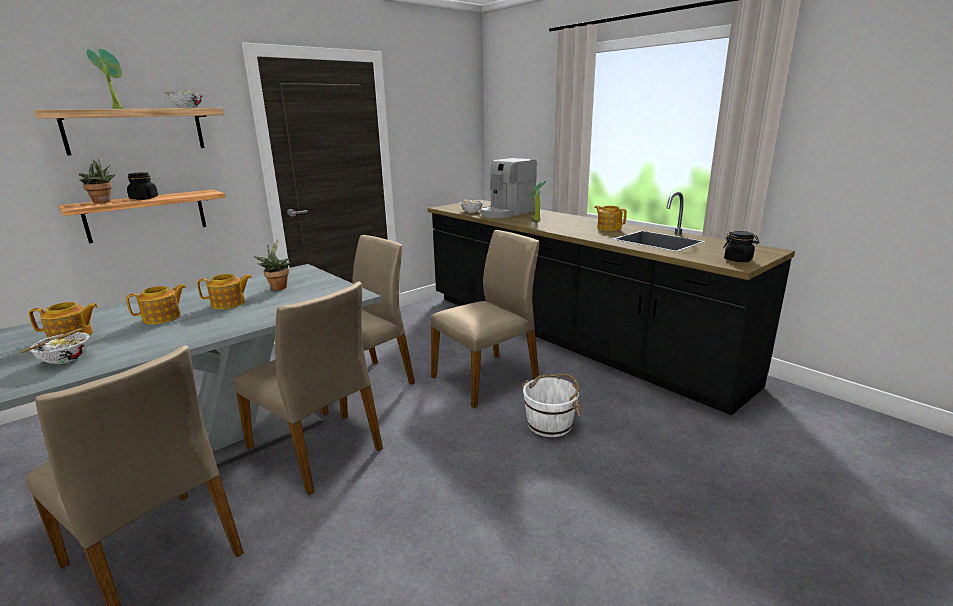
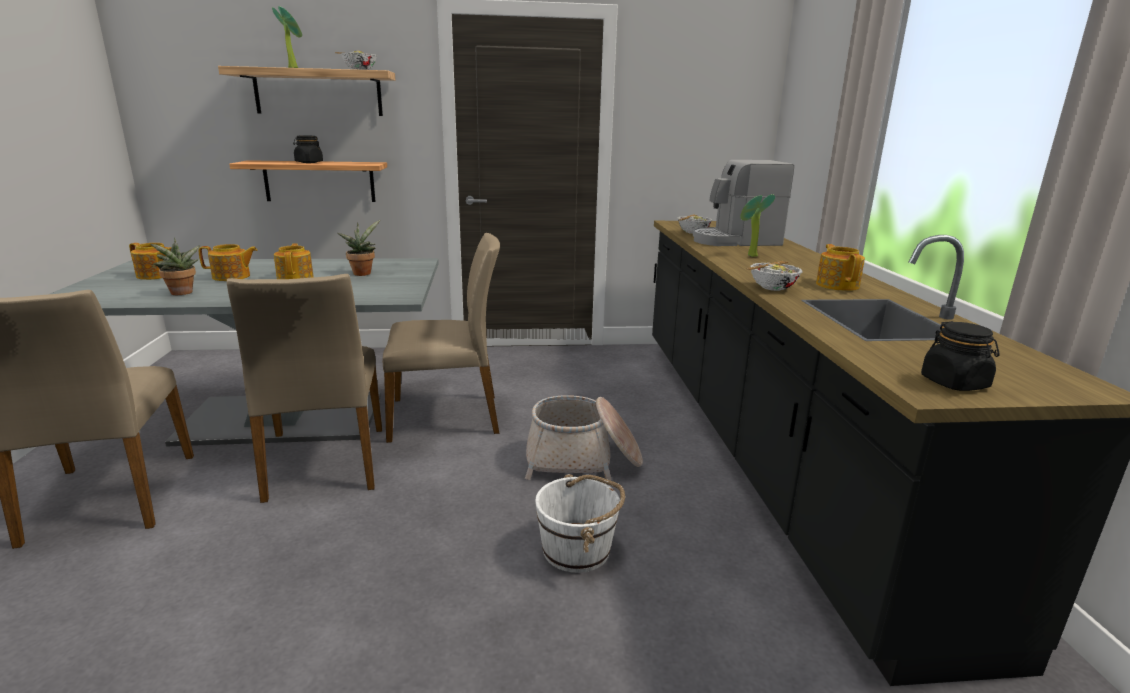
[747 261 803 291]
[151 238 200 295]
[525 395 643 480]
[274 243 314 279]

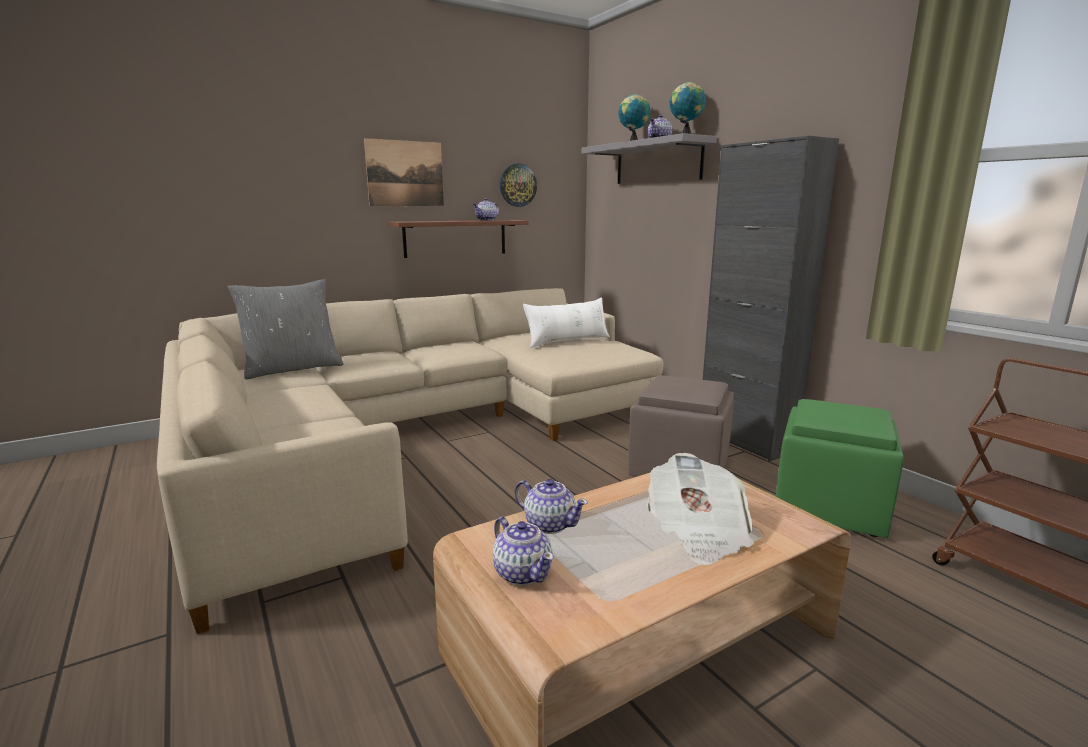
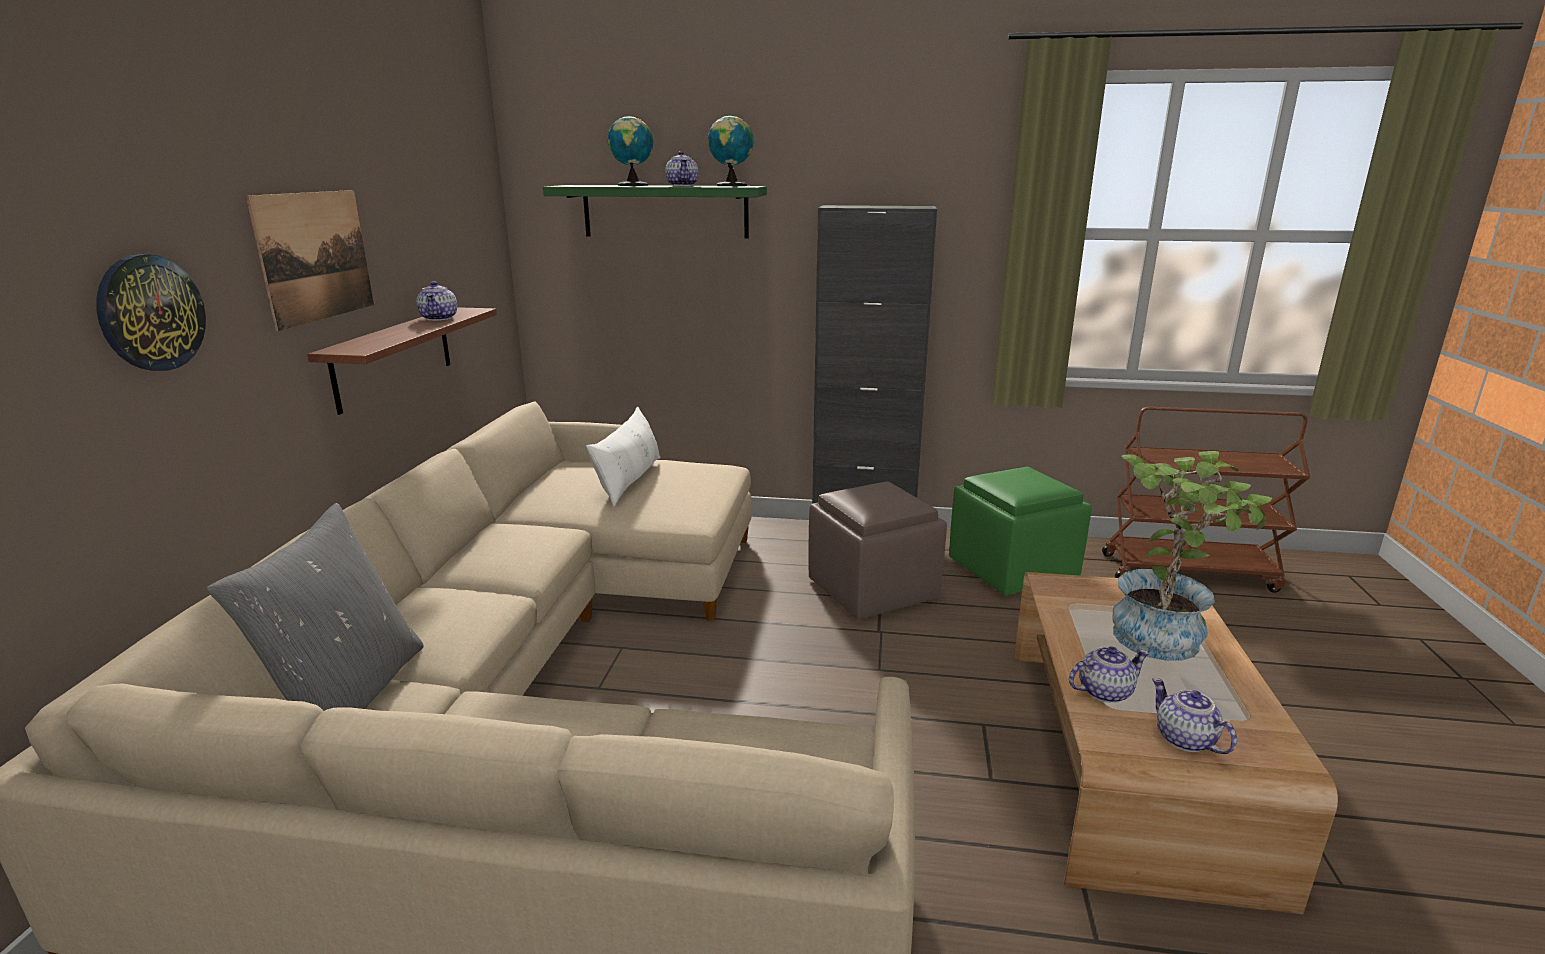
[96 254 206 371]
[1113 451 1272 661]
[543 185 767 239]
[1152 678 1237 754]

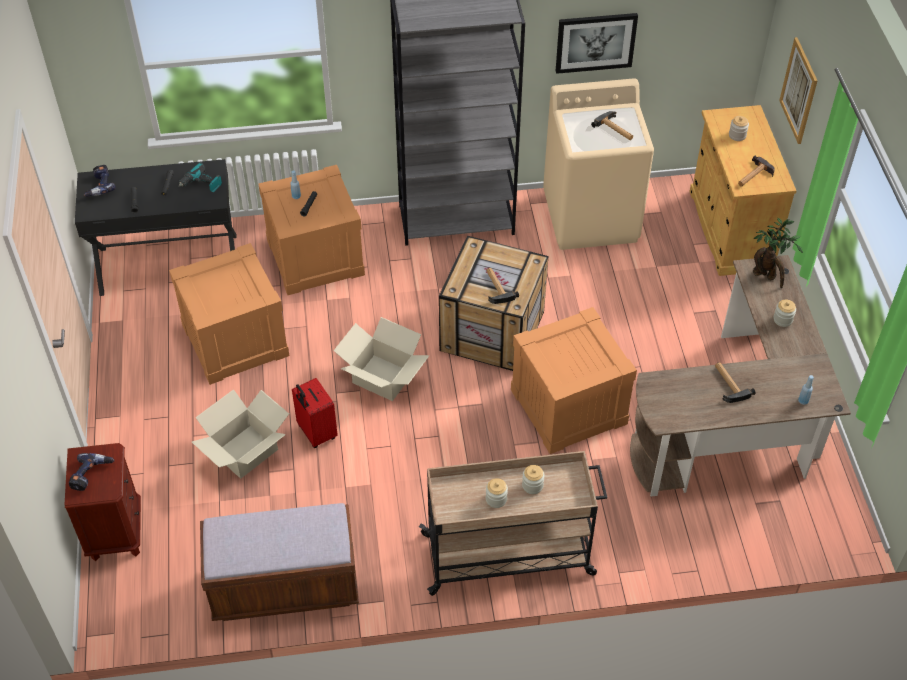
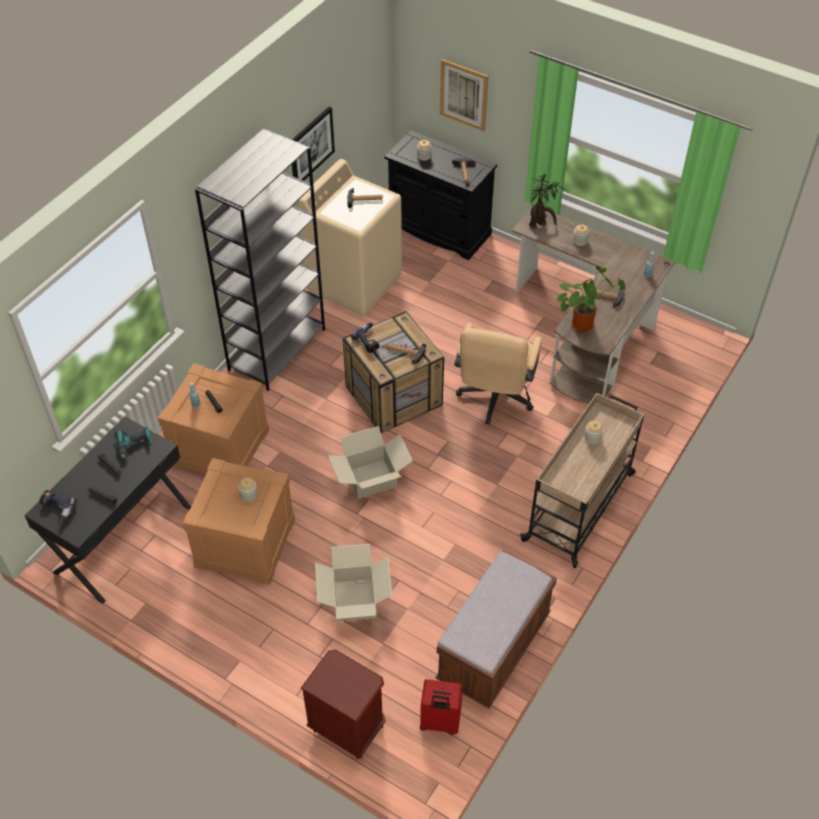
[556 265 626 332]
[351 323 379 353]
[420 679 463 735]
[238 477 258 502]
[454 323 542 425]
[384 131 497 260]

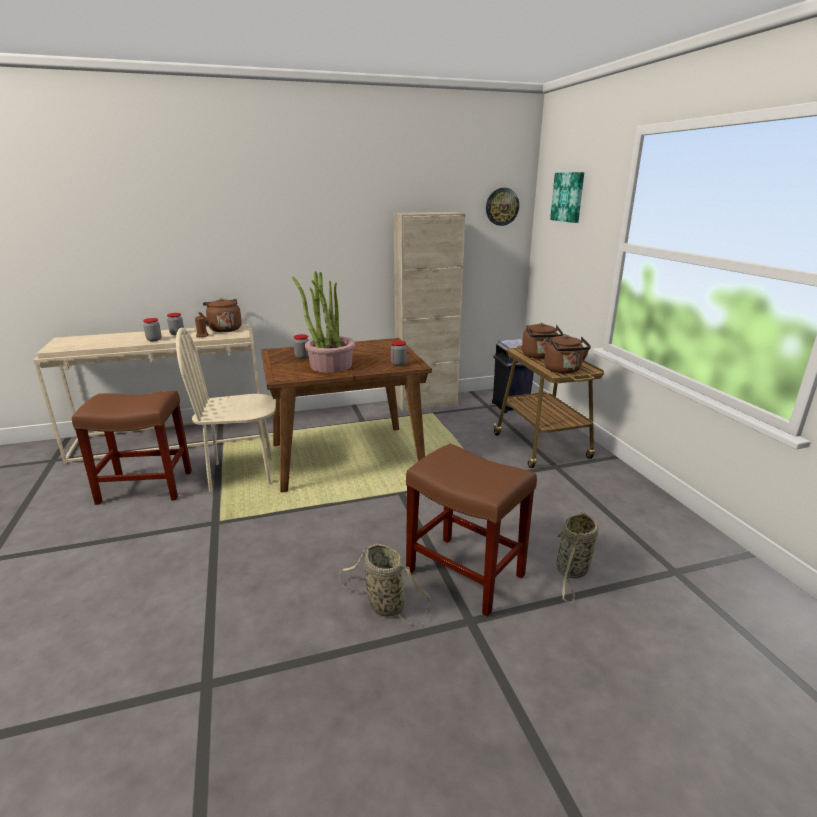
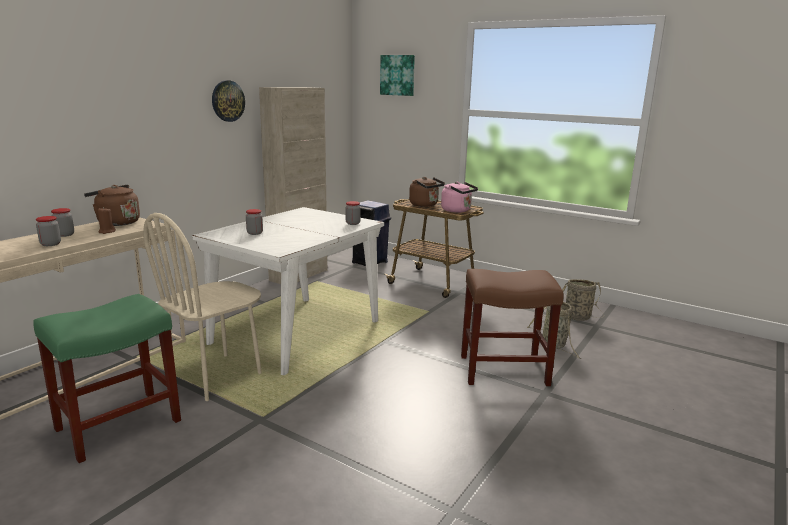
[292 271 356 373] (first image)
[543 279 604 321]
[212 80 245 122]
[33 294 181 463]
[192 207 384 375]
[441 182 478 213]

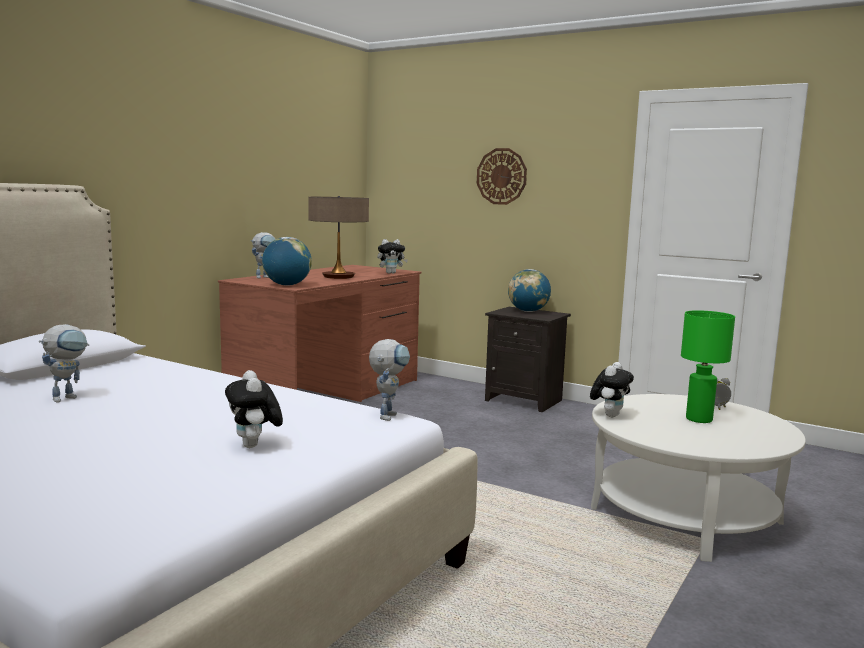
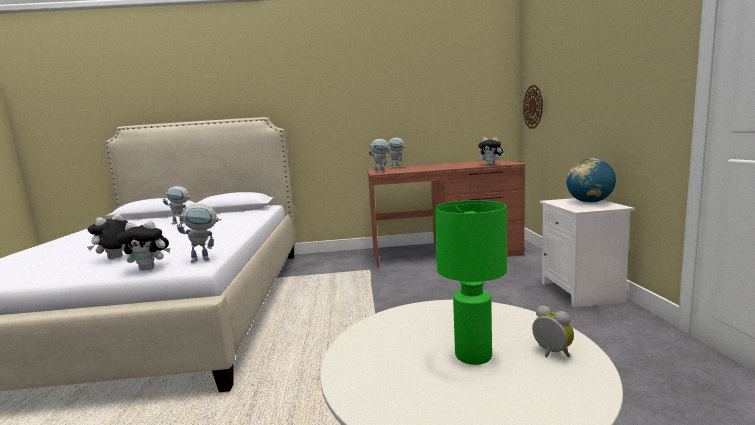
[308 196 369 279] (first image)
[523 85 543 129]
[117 221 170 271]
[368 139 391 173]
[540 198 635 307]

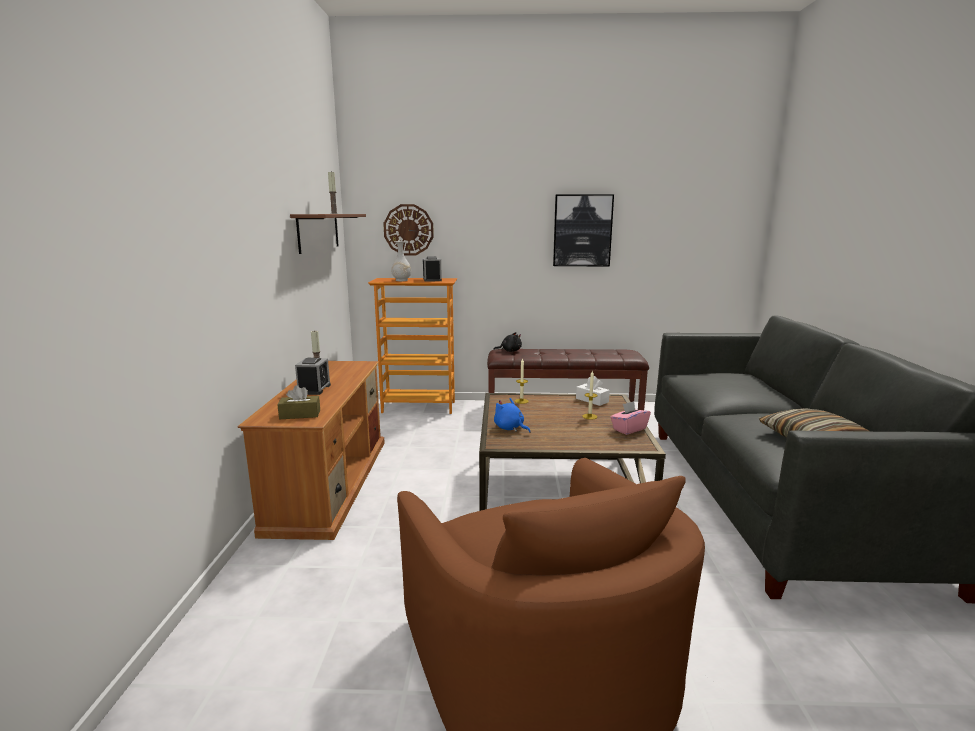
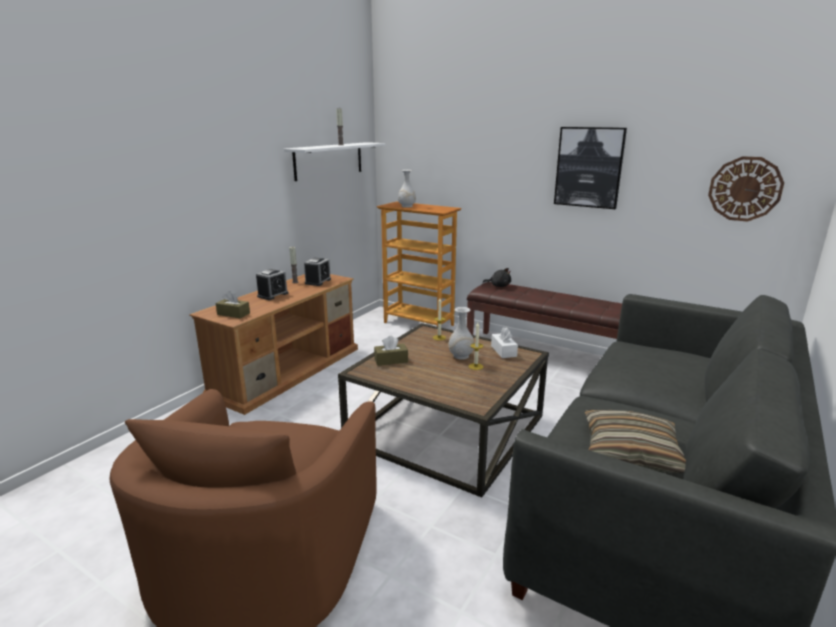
[610 401 651 435] (first image)
[449 307 474 360]
[708 156 784 222]
[304 258 331 286]
[374 336 408 366]
[283 142 386 181]

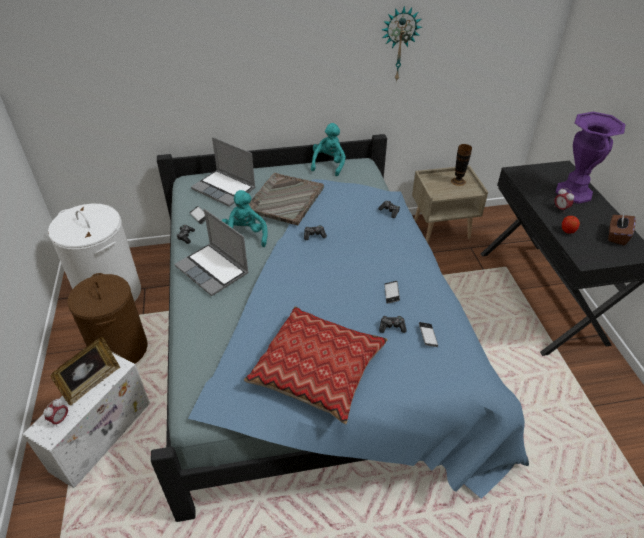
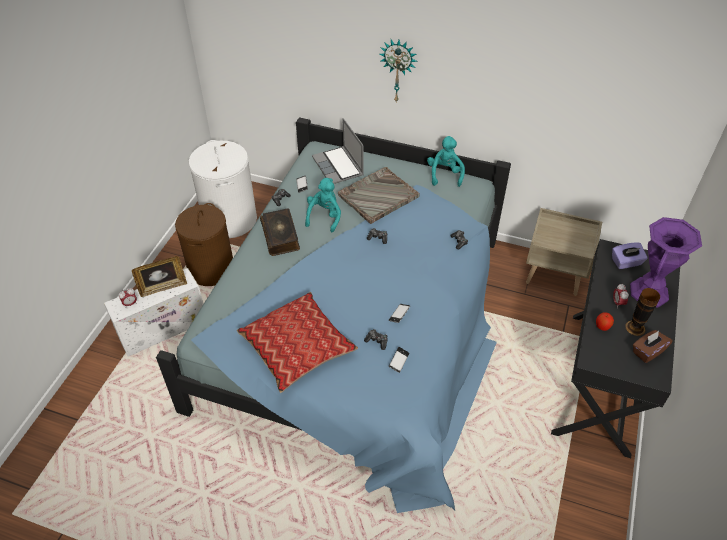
[612 242 648 269]
[379 40 418 102]
[625 288 660 336]
[260 208 300 256]
[427 136 465 187]

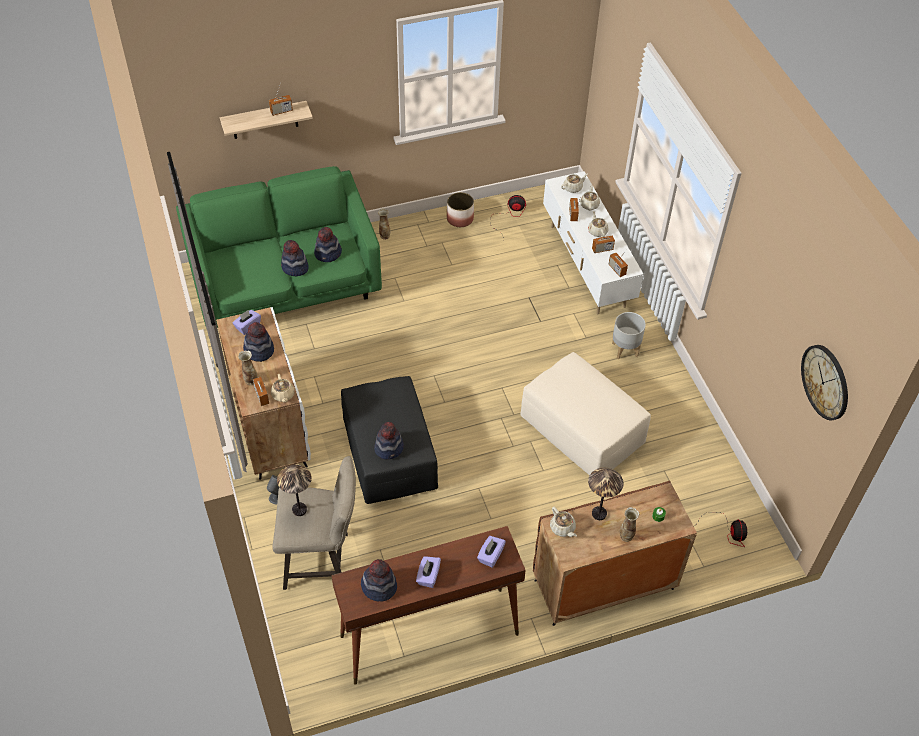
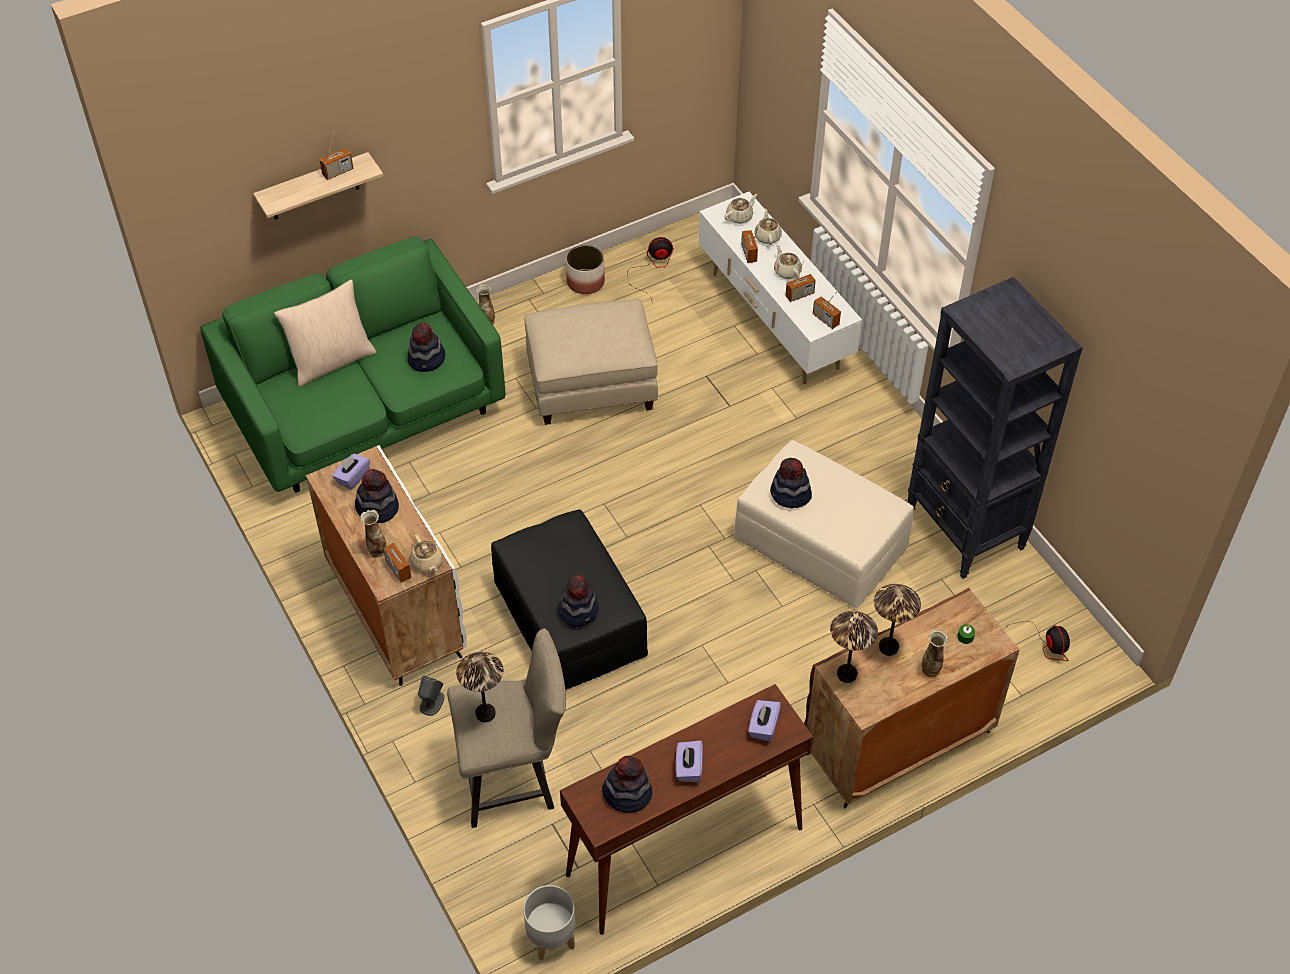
[801 345 848 420] (first image)
[274 279 376 387]
[524 300 658 425]
[908 277 1083 579]
[770 458 812 508]
[523 885 576 960]
[830 611 878 683]

